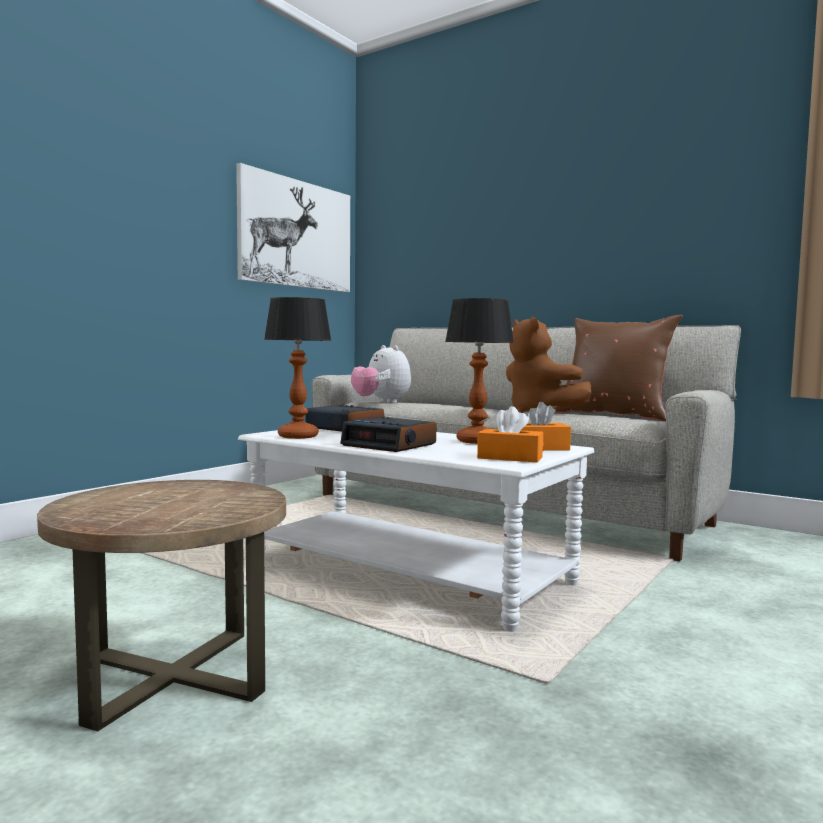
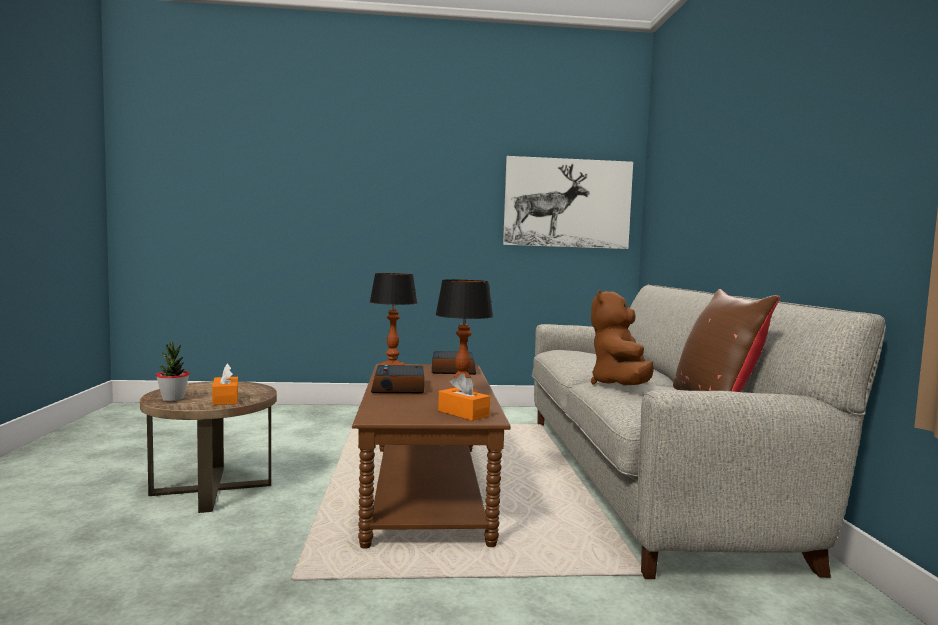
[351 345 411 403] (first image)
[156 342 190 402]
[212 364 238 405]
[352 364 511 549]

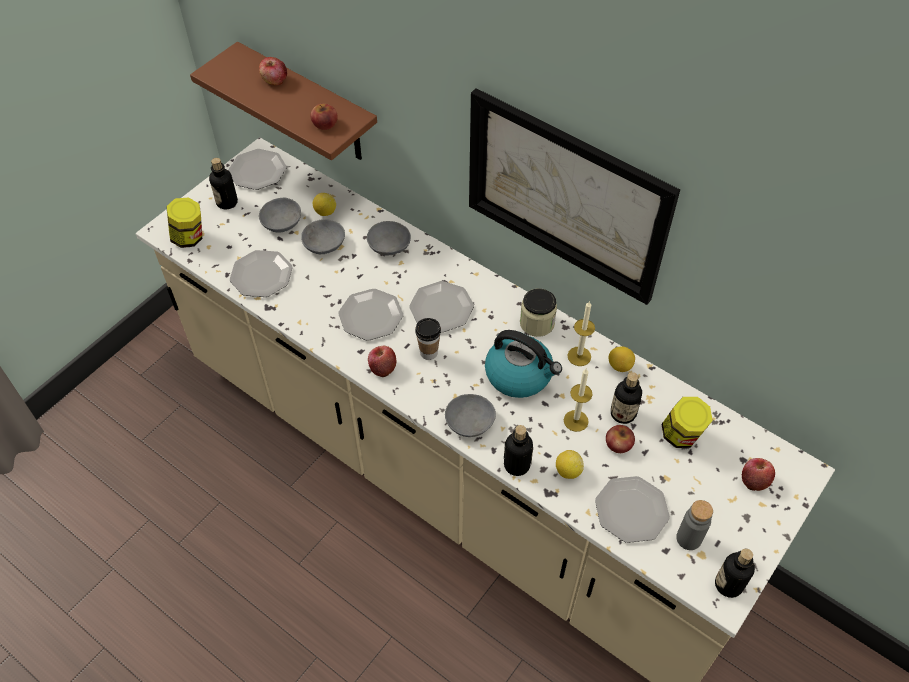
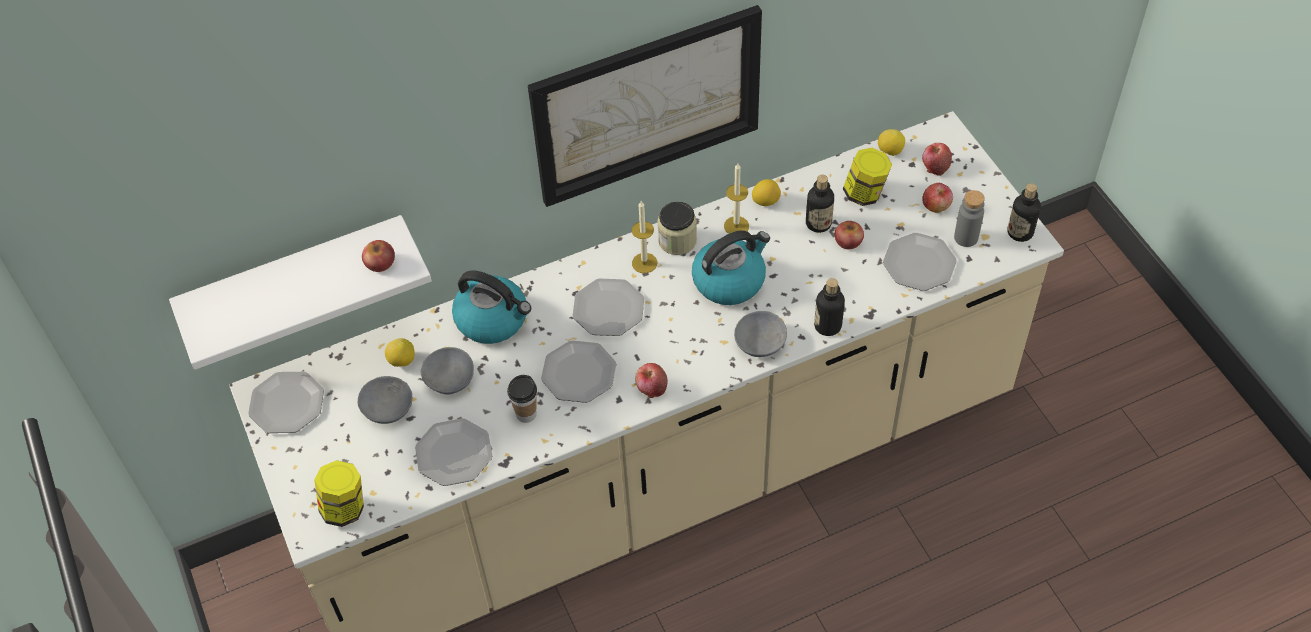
[209 158 238 209] (first image)
[922 183 953 213]
[507 375 537 423]
[878 129 905 156]
[632 201 657 273]
[452 270 531 344]
[169 215 432 370]

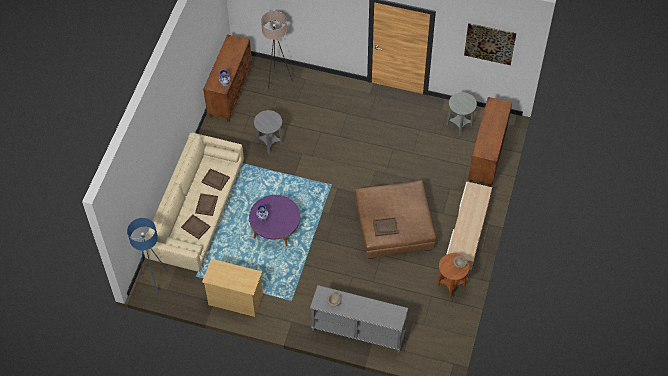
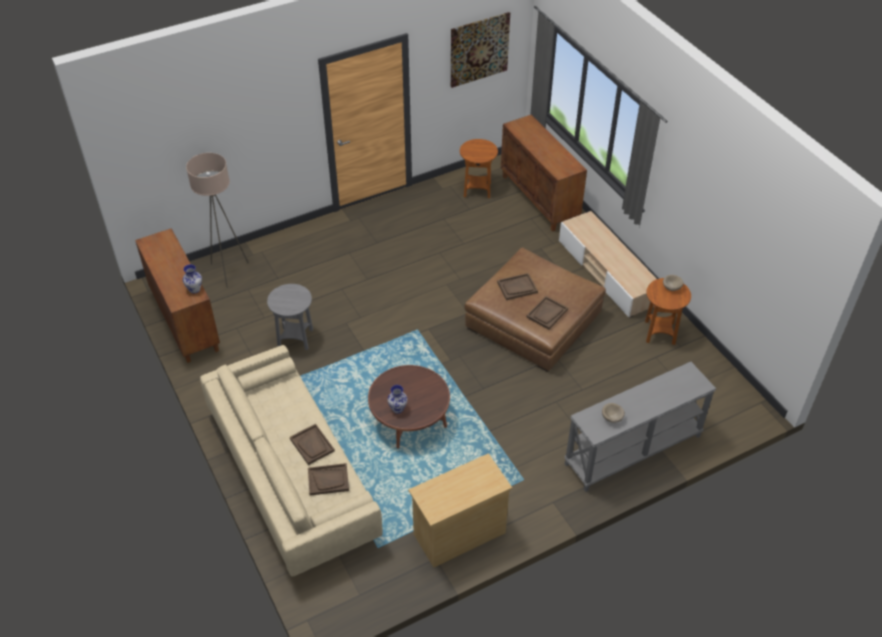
[127 218 168 296] (first image)
[497 273 538 300]
[368 365 450 449]
[460 139 498 198]

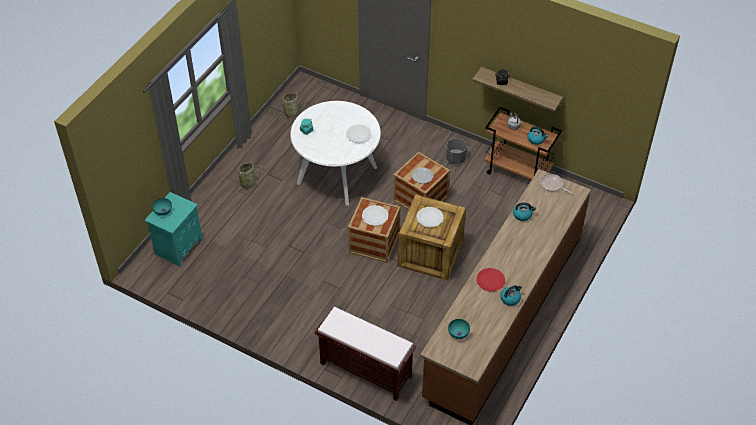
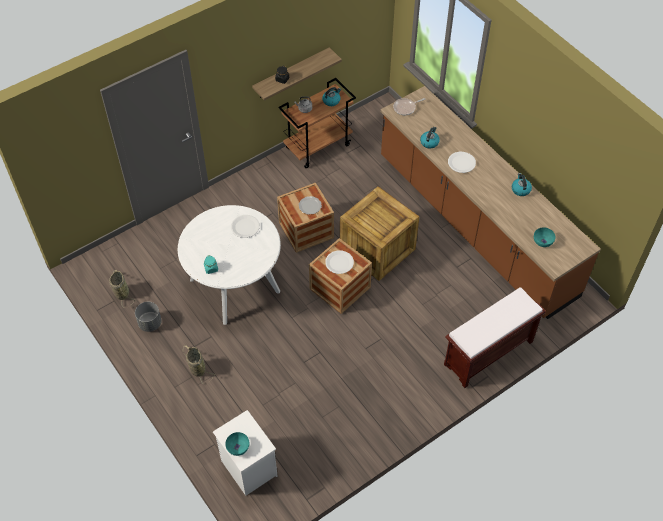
[476 268 505 291] (first image)
[448 152 476 173]
[135 302 162 332]
[213 410 278 496]

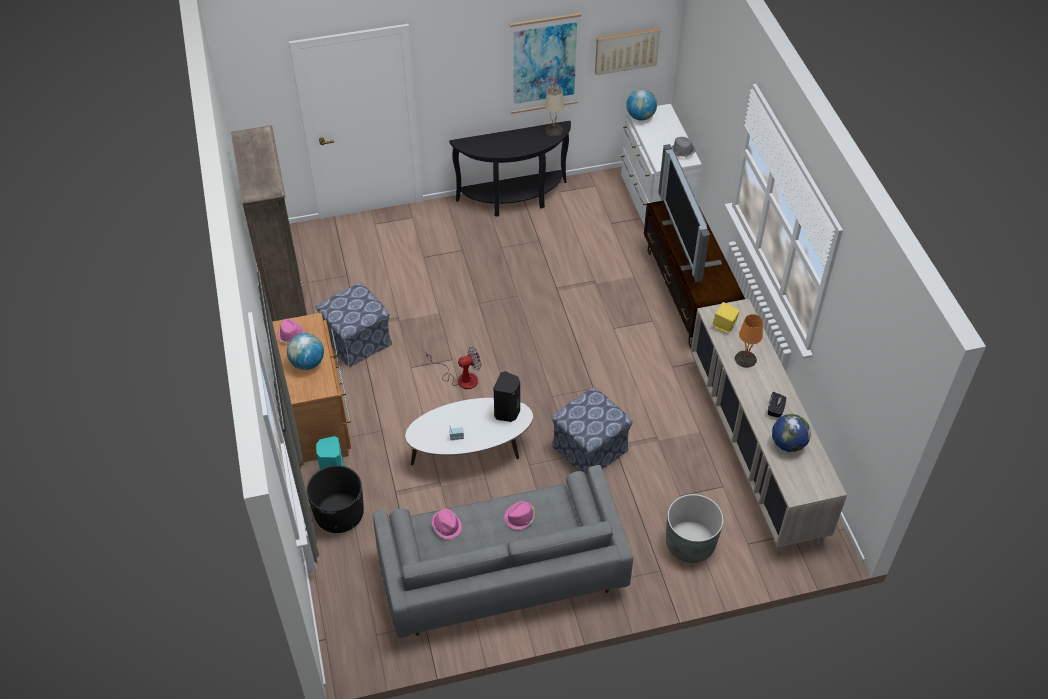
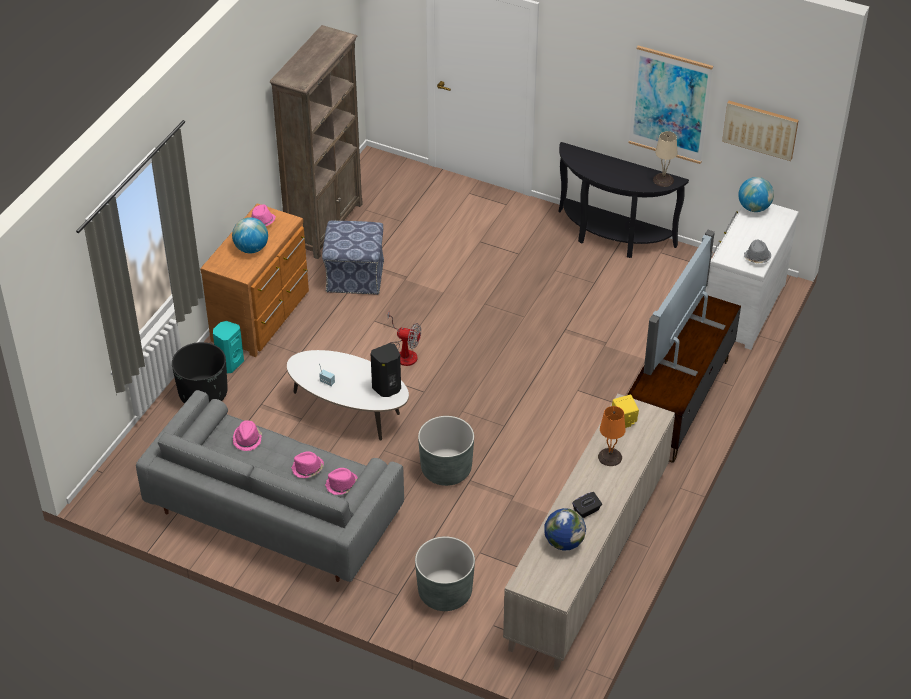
[325 468 358 495]
[418 416 474 486]

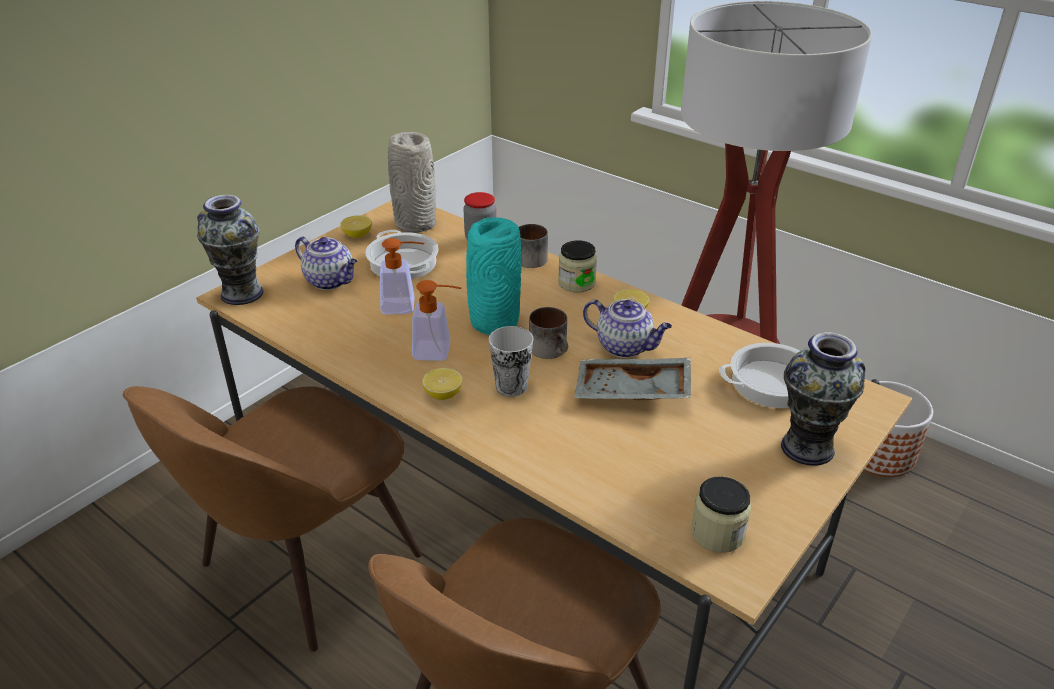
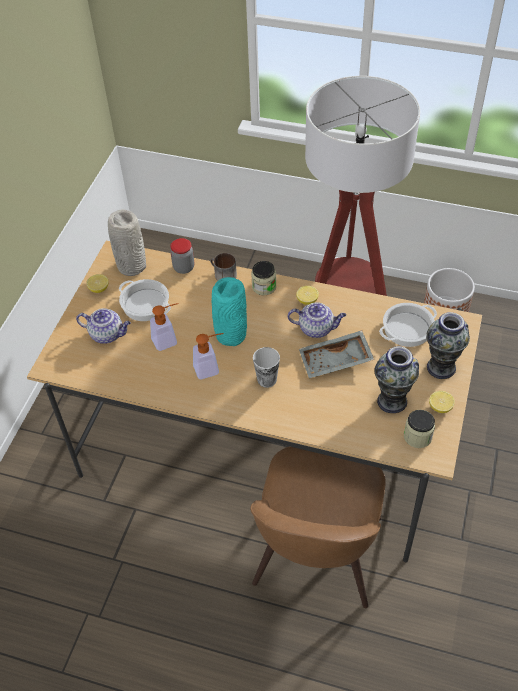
[123 386 422 652] (first image)
[529 307 568 359] (first image)
[375 346 419 413]
[429 391 455 413]

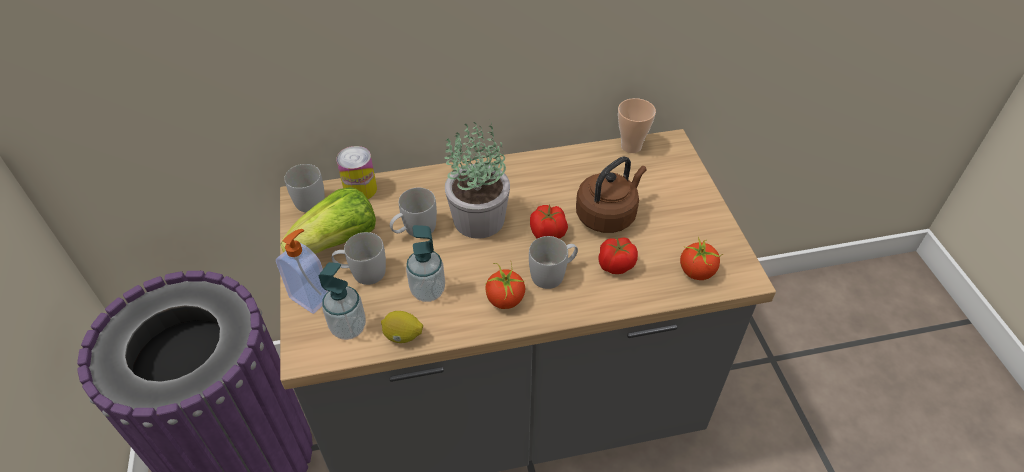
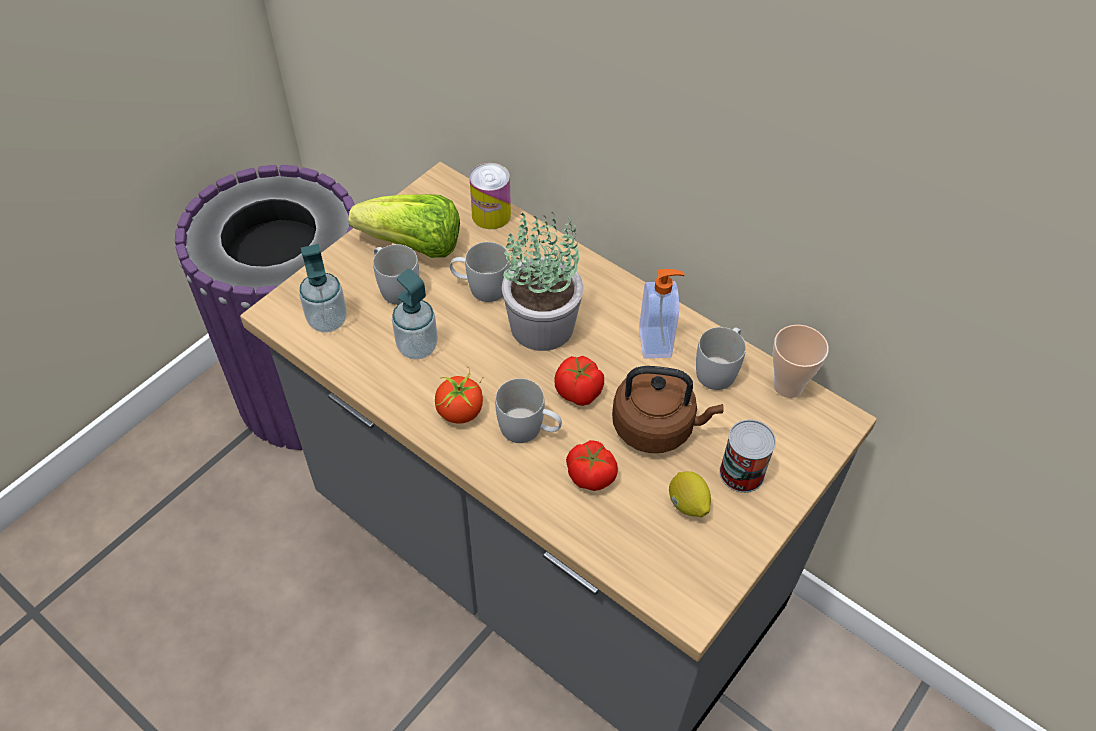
[680 236 723 280] (first image)
[719 419 776 493]
[639 269 684 358]
[696 327 746 390]
[669 471 711 517]

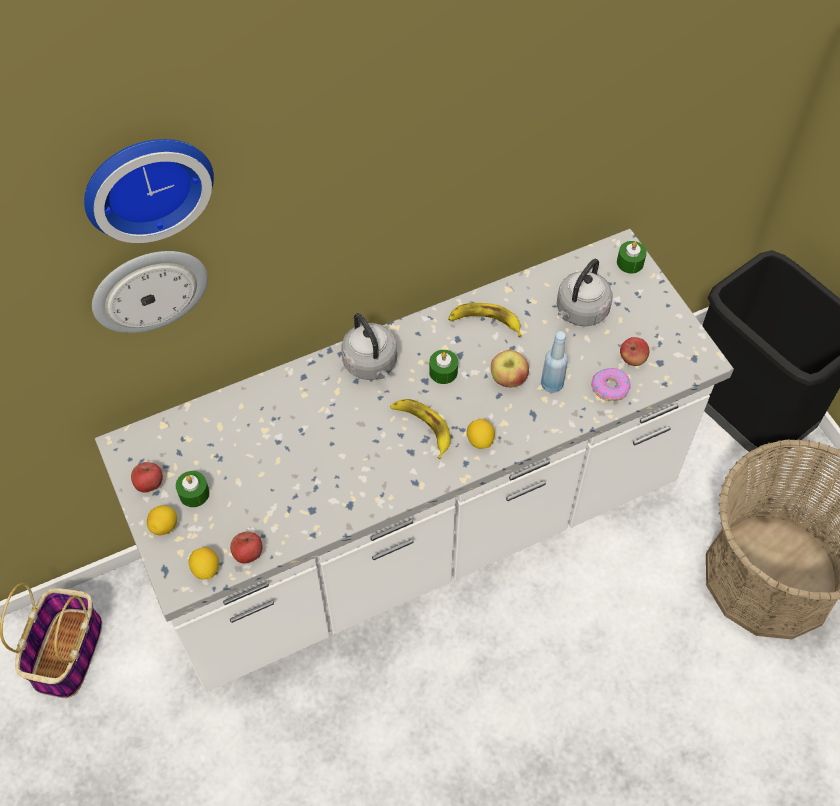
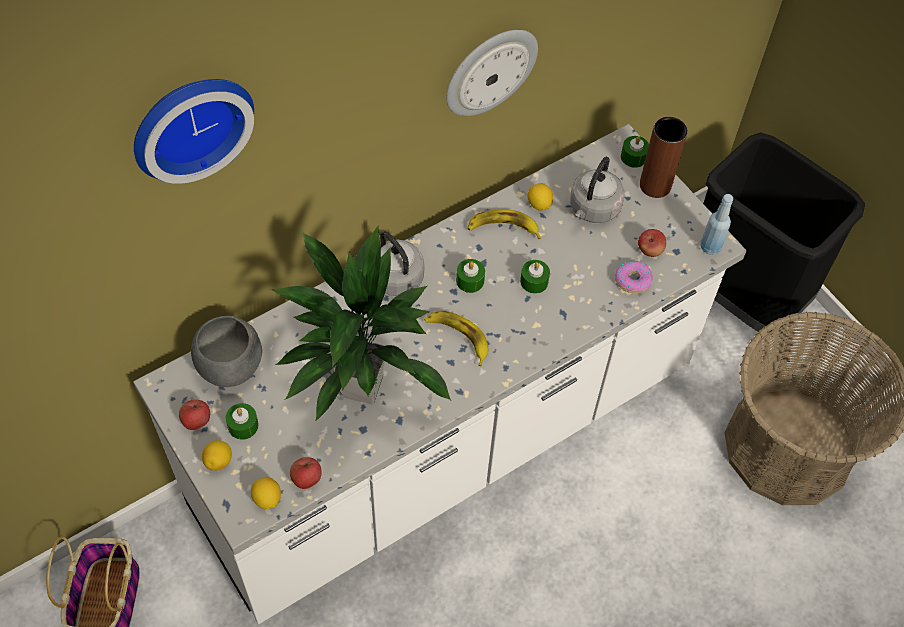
[191 316 262 387]
[271 225 451 422]
[640 117 688 198]
[446 30 538 116]
[528 183 553 210]
[701 194 733 255]
[520 260 550 294]

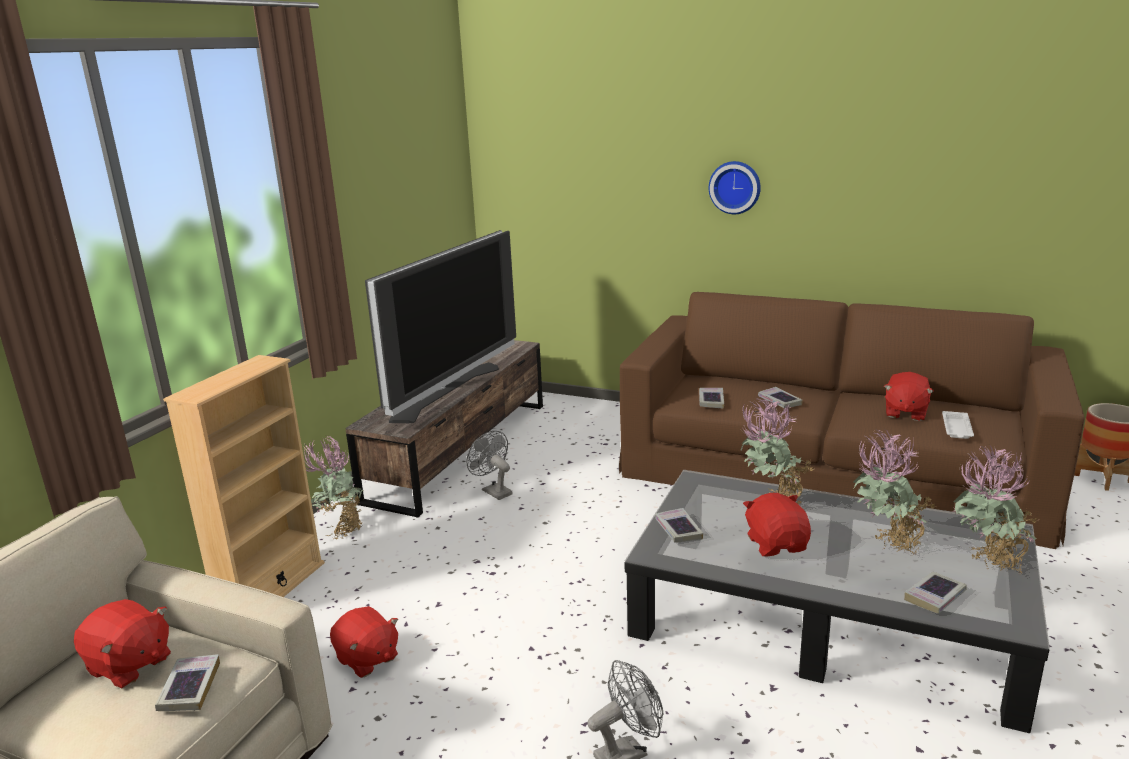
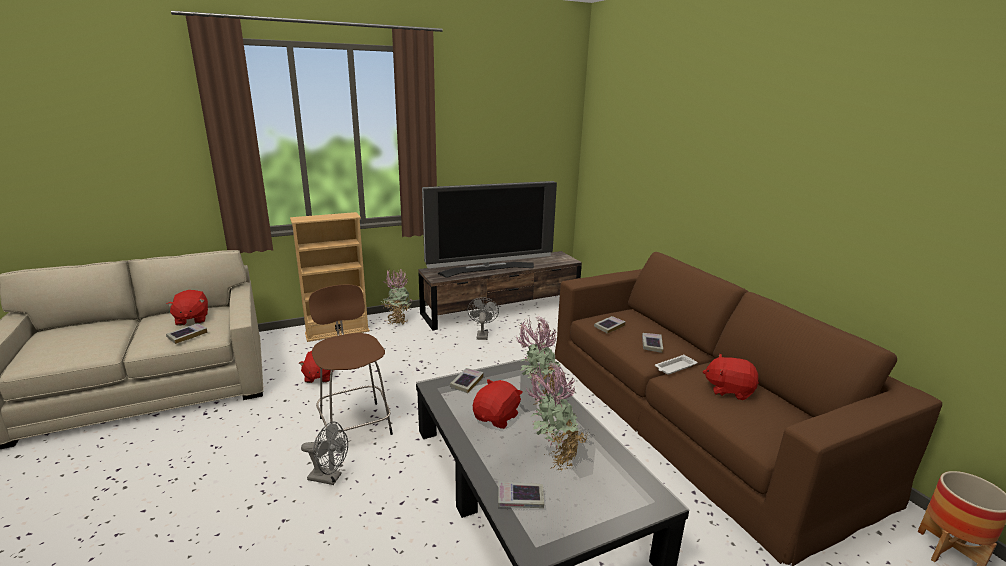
[709 161 761 214] (first image)
[952 445 1040 573] (first image)
[309 284 393 435]
[655 354 698 375]
[703 354 759 400]

